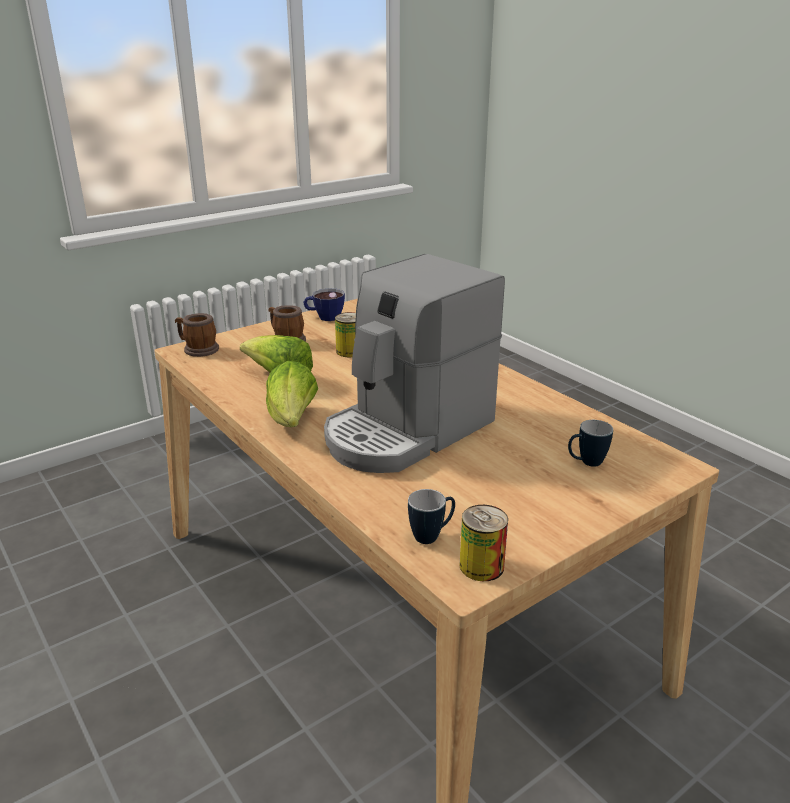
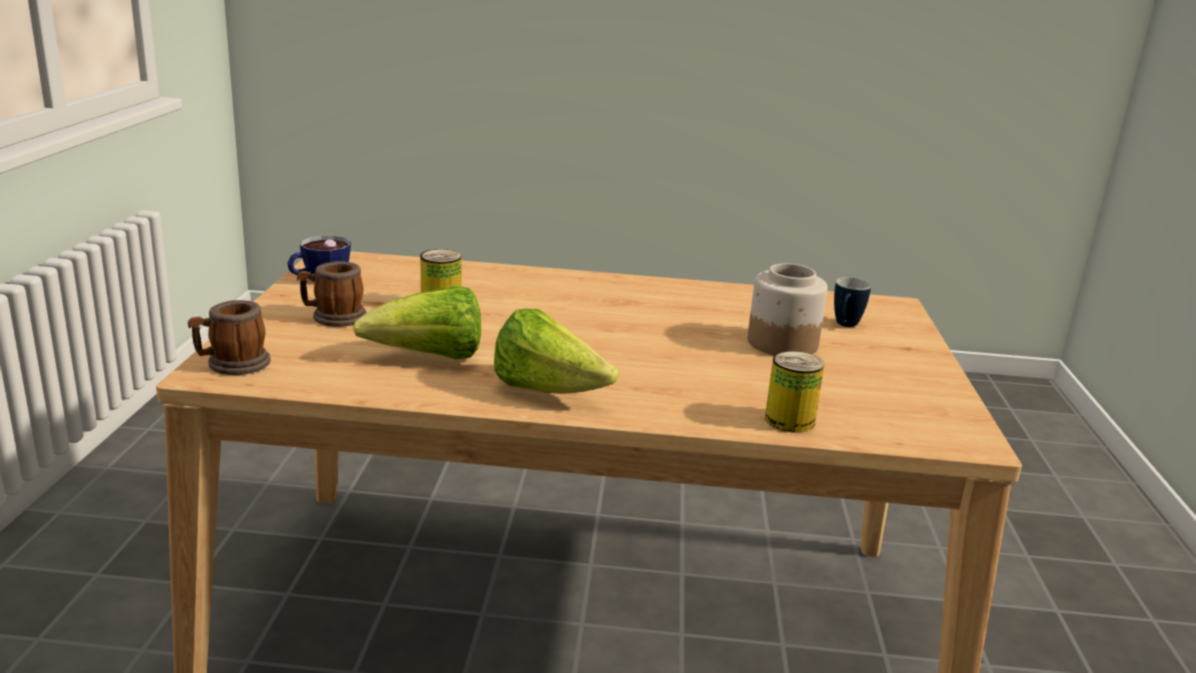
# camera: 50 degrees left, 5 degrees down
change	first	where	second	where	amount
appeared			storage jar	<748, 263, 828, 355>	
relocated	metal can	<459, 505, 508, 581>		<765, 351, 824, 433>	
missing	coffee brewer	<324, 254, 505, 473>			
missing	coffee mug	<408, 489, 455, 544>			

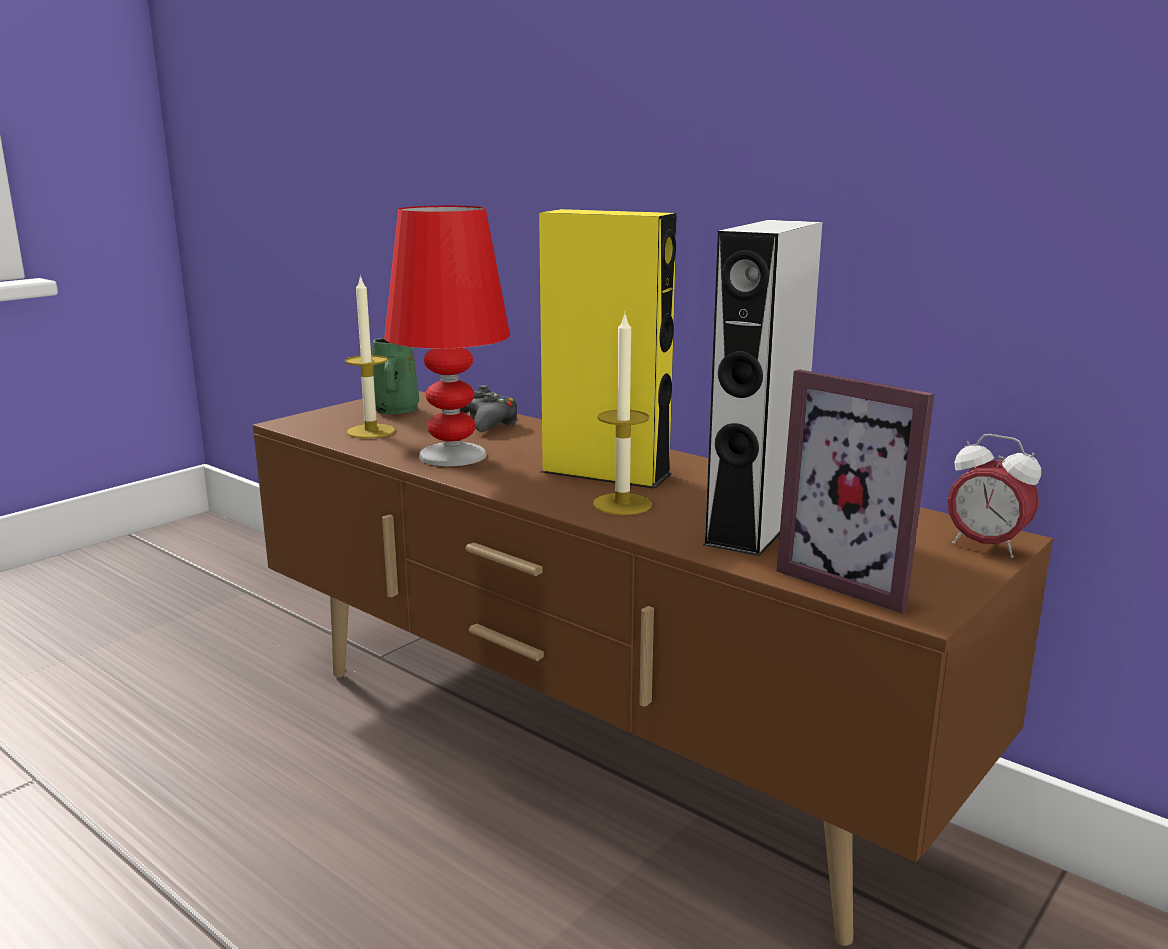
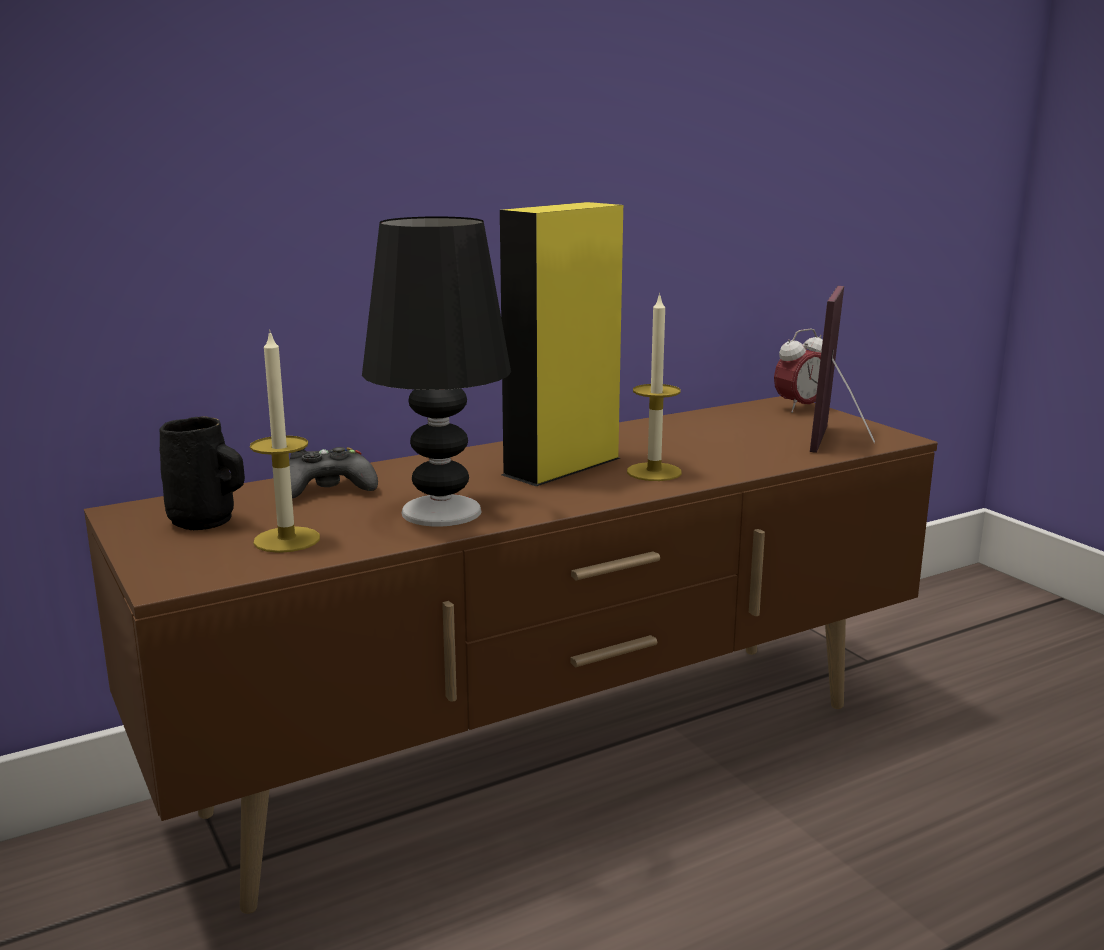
# camera: 70 degrees left, 0 degrees up
change	first	where	second	where	amount
colour	green coffee mug	<372, 338, 419, 414>	black coffee mug	<159, 416, 245, 530>	
colour	reddish table lamp	<384, 206, 510, 466>	black table lamp	<362, 216, 511, 527>	
spun	standing frame	<776, 369, 934, 614>		<810, 286, 875, 453>	135 degrees clockwise
missing	grey speaker	<703, 220, 822, 556>			

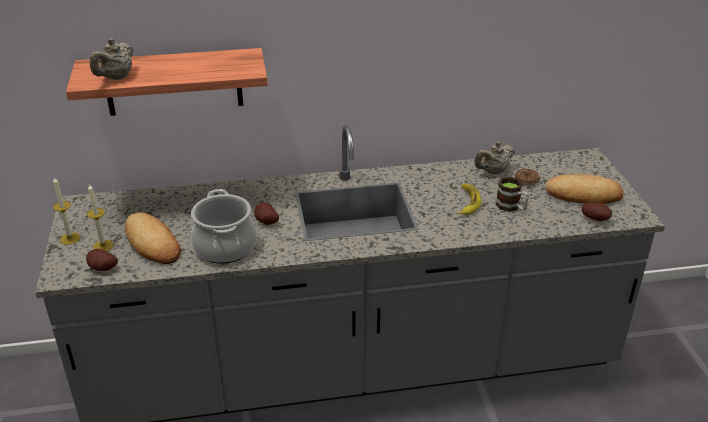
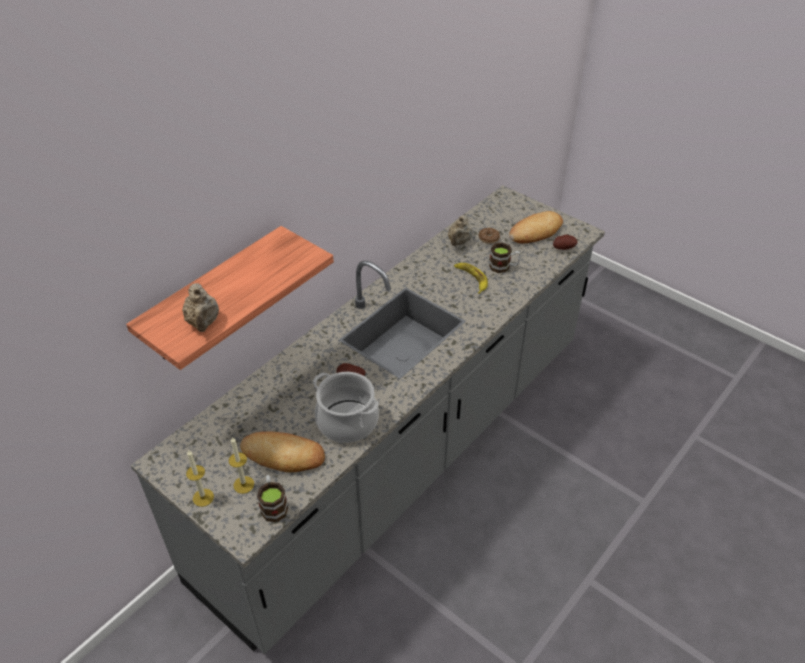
# camera: 40 degrees left, 10 degrees up
change	first	where	second	where	amount
exchanged	spud	<86, 249, 118, 271>	coffee mug	<257, 475, 288, 522>	

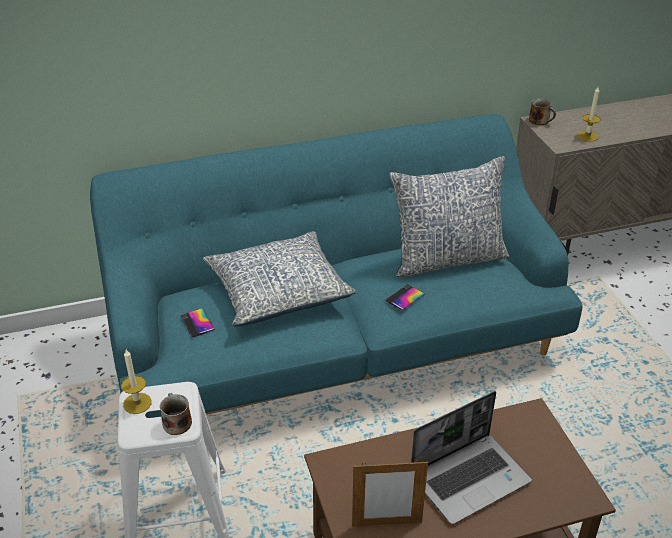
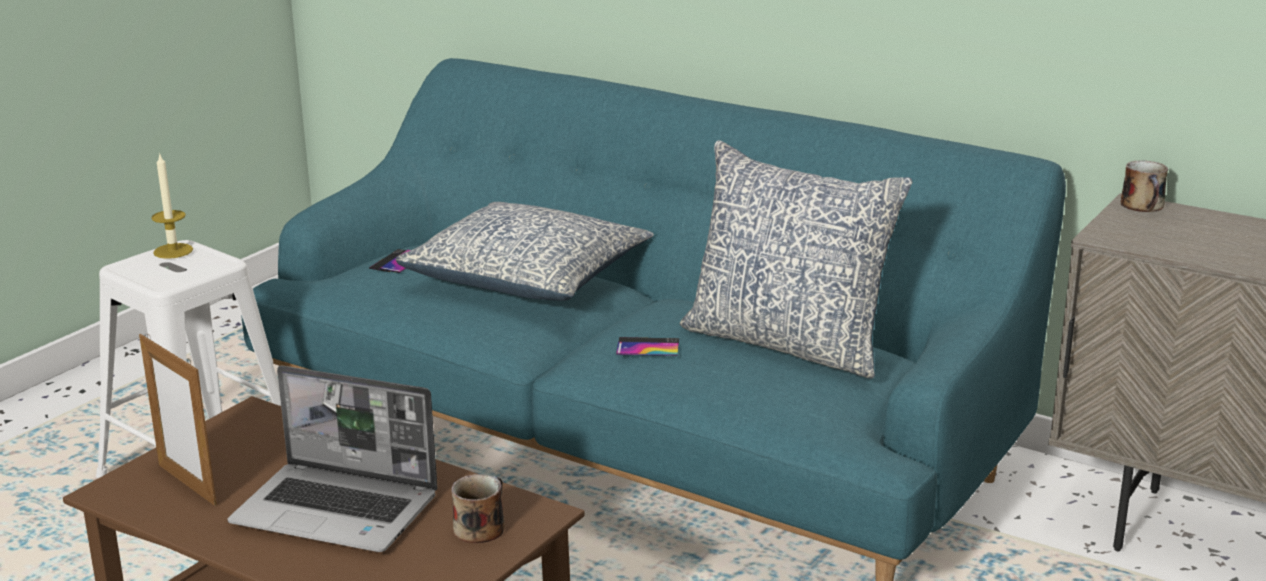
# camera: 50 degrees right, 15 degrees down
change	first	where	second	where	amount
relocated	coffee mug	<160, 393, 192, 435>		<451, 474, 505, 543>	
missing	wax candle	<577, 87, 601, 142>			

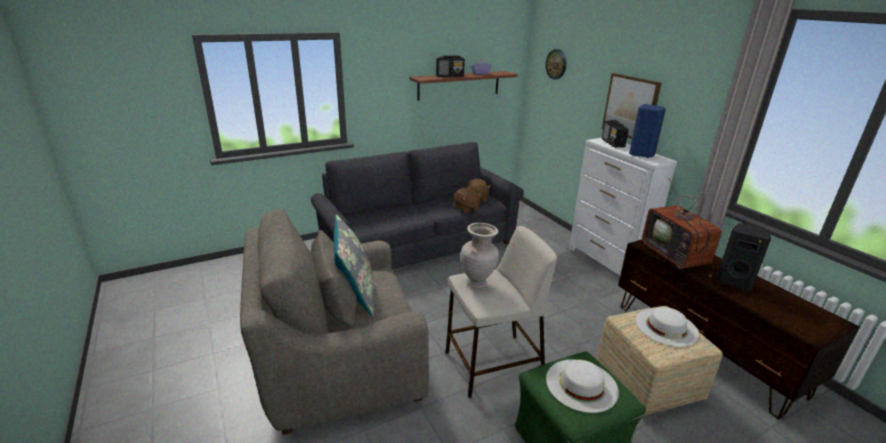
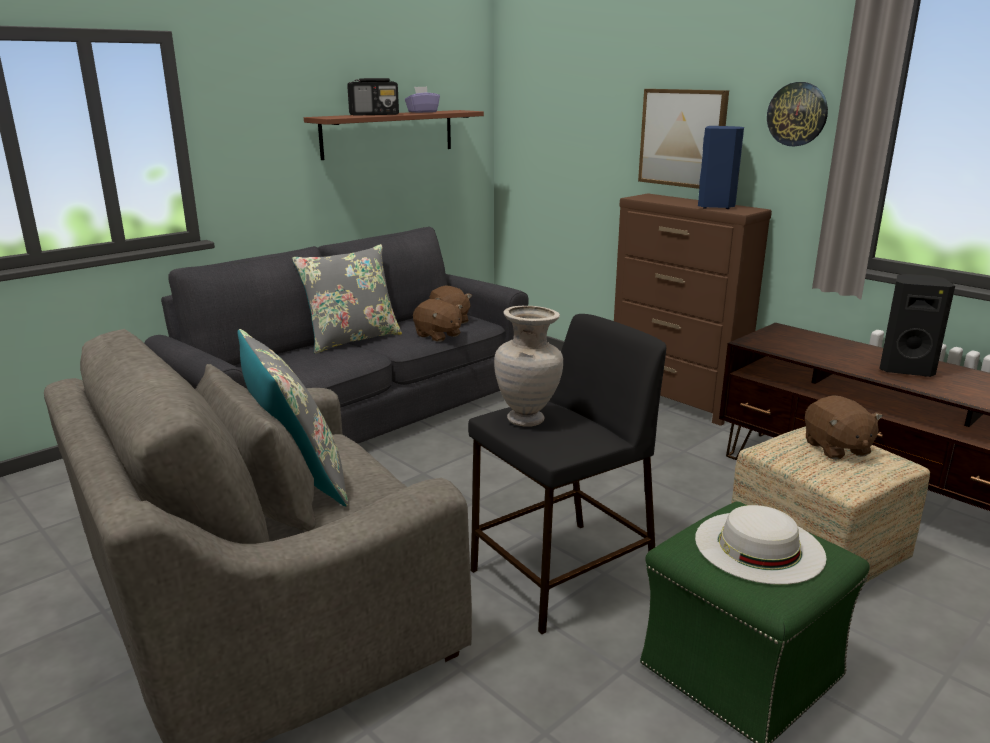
# camera: 15 degrees left, 5 degrees down
change	first	where	second	where	amount
appeared			grey pillow	<292, 244, 402, 354>	
colour	beige-coloured stool	<446, 226, 557, 398>	black stool	<468, 314, 666, 634>	
colour	whitish chest of drawers	<569, 138, 677, 275>	brown-coloured chest of drawers	<614, 194, 772, 426>	
relocated	hanging clock	<545, 49, 566, 80>		<767, 82, 828, 146>	
exchanged	whitish clothing hat	<636, 307, 699, 347>	brown-coloured cuddly toy	<805, 395, 883, 460>	
missing	radio receiver	<602, 120, 629, 148>			
missing	TV set	<642, 178, 722, 277>			

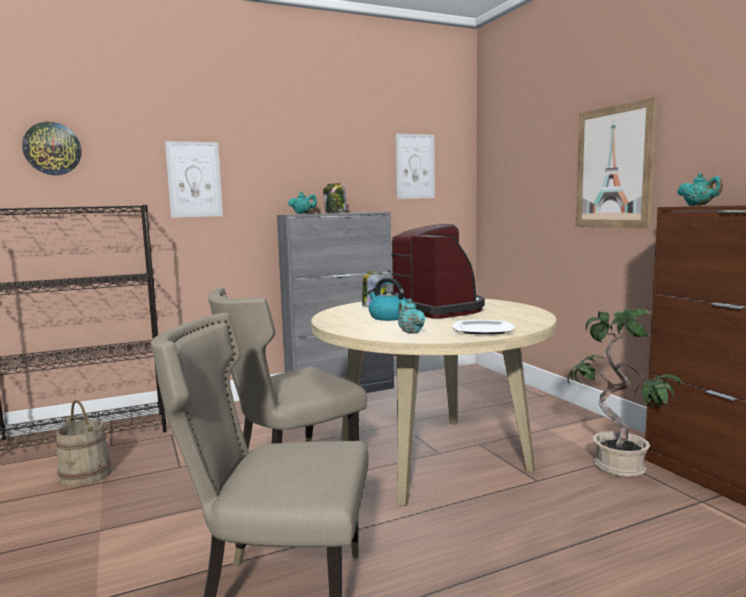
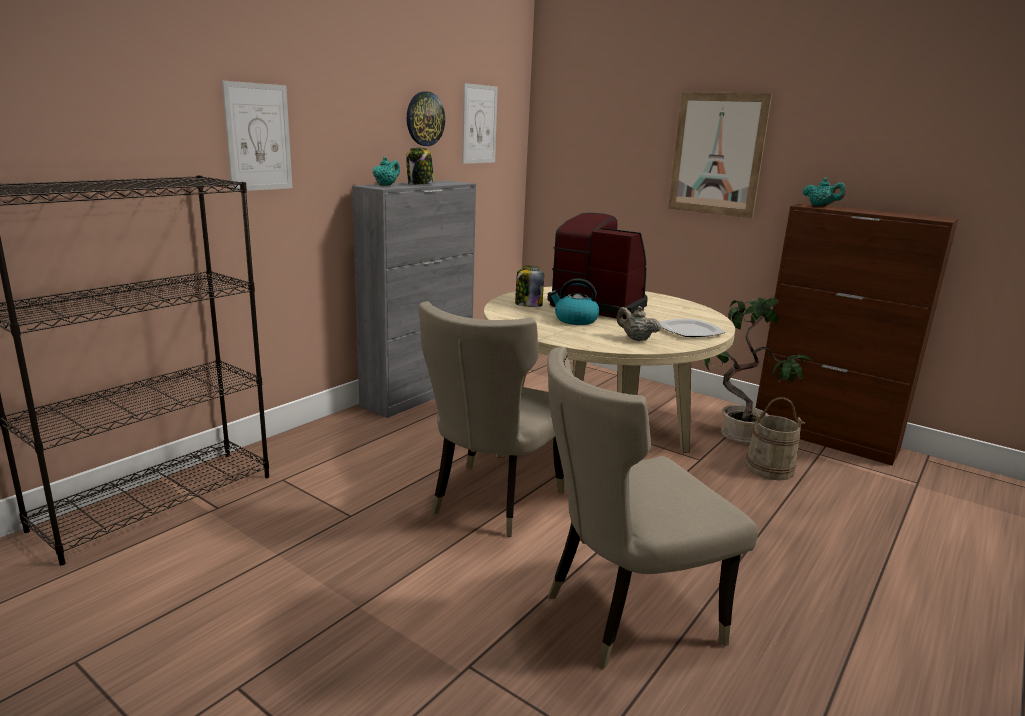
# camera: 30 degrees left, 10 degrees up
change	first	where	second	where	amount
relocated	hanging clock	<22, 122, 82, 175>		<407, 91, 445, 146>	
colour	turquoise-coloured teapot	<398, 298, 425, 333>	beige-coloured teapot	<616, 306, 661, 341>	
relocated	beige-coloured pail	<56, 400, 111, 487>		<745, 397, 805, 480>	

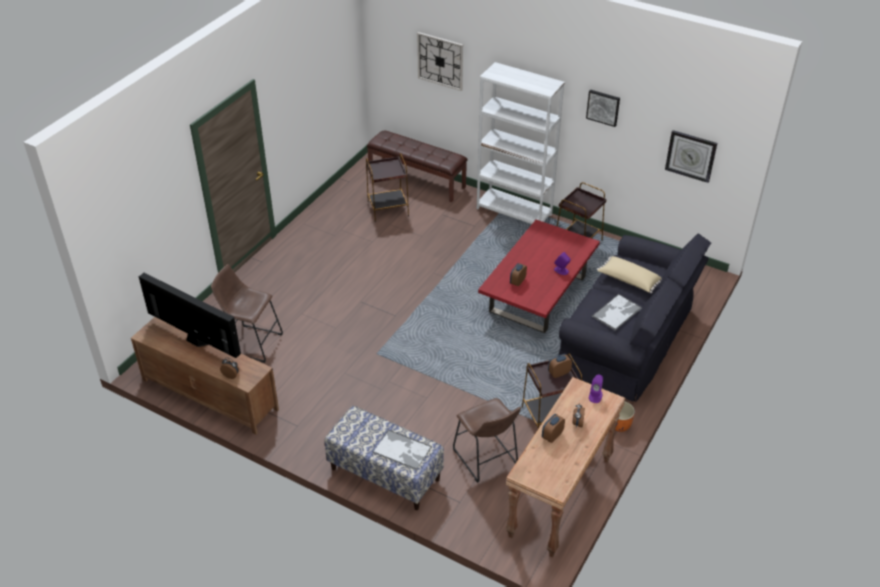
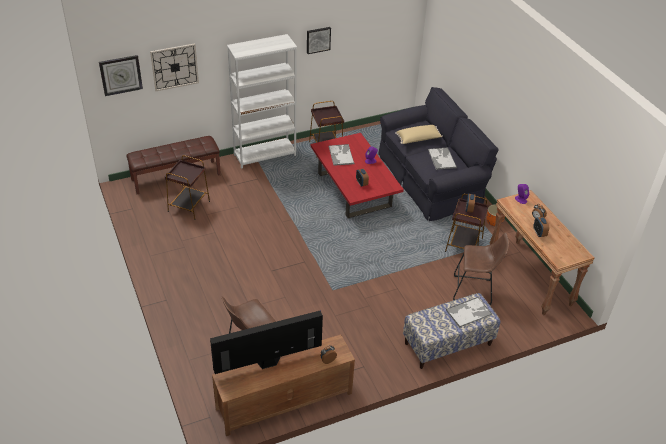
# camera: 55 degrees left, 0 degrees up
change	first	where	second	where	amount
relocated	hanging clock	<665, 130, 717, 183>		<99, 55, 143, 96>	
appeared			carrying tray	<329, 144, 354, 166>	

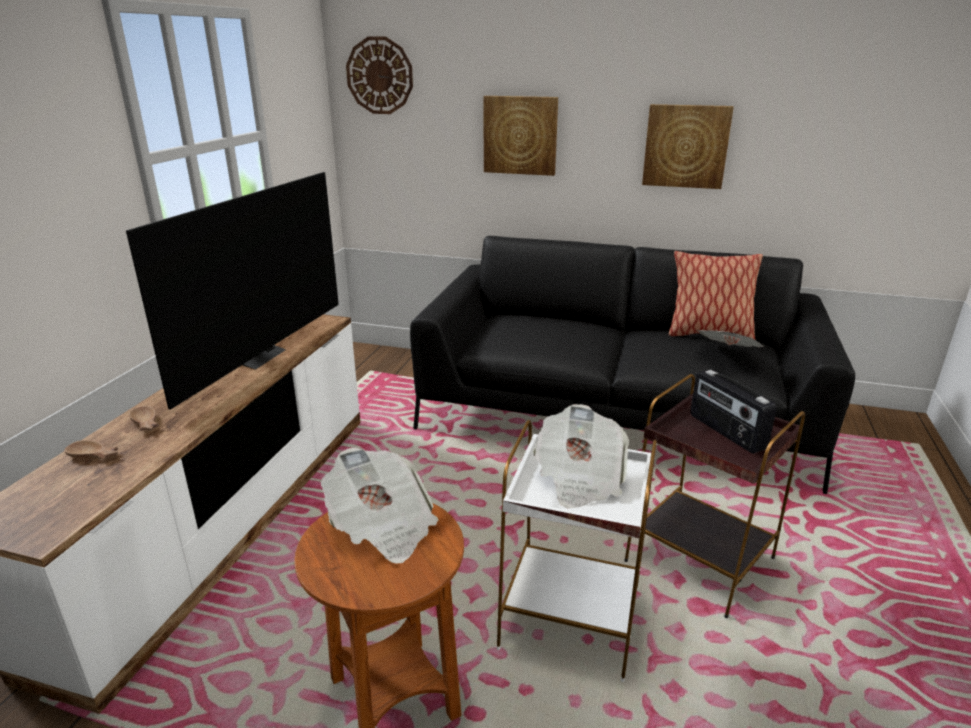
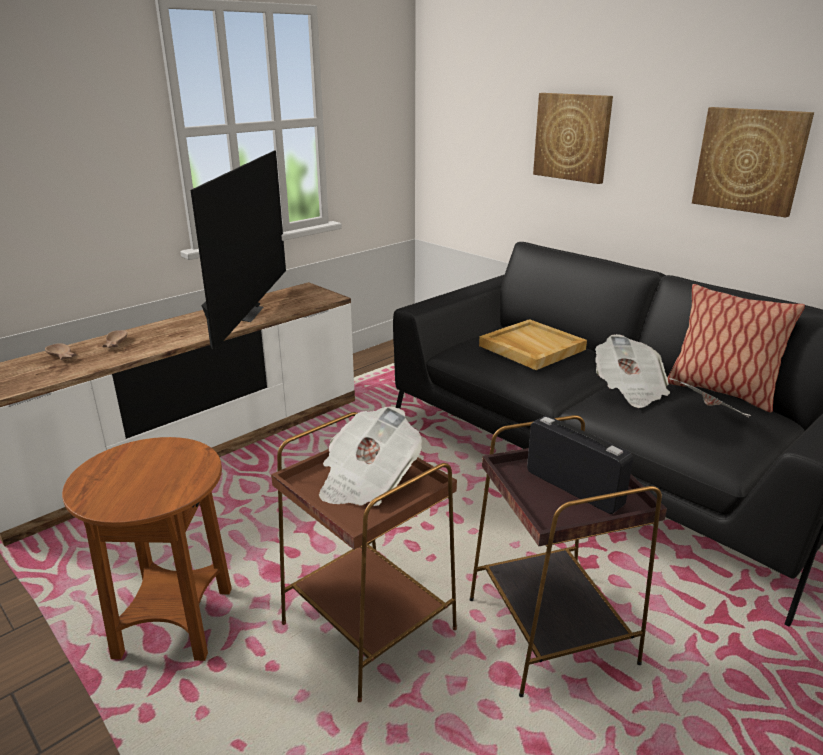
# camera: 30 degrees right, 0 degrees up
change	first	where	second	where	amount
spun	TV set	<126, 172, 339, 410>		<191, 150, 286, 350>	45 degrees counterclockwise
colour	whitish side table	<497, 420, 657, 682>	brown-coloured side table	<271, 412, 457, 702>	
appeared			beige-coloured carrying tray	<479, 319, 587, 370>	
spun	radio receiver	<690, 369, 777, 454>		<527, 416, 633, 514>	135 degrees clockwise
relocated	printed paper	<321, 447, 438, 563>		<595, 334, 670, 408>	
missing	hanging clock	<346, 37, 413, 114>			

